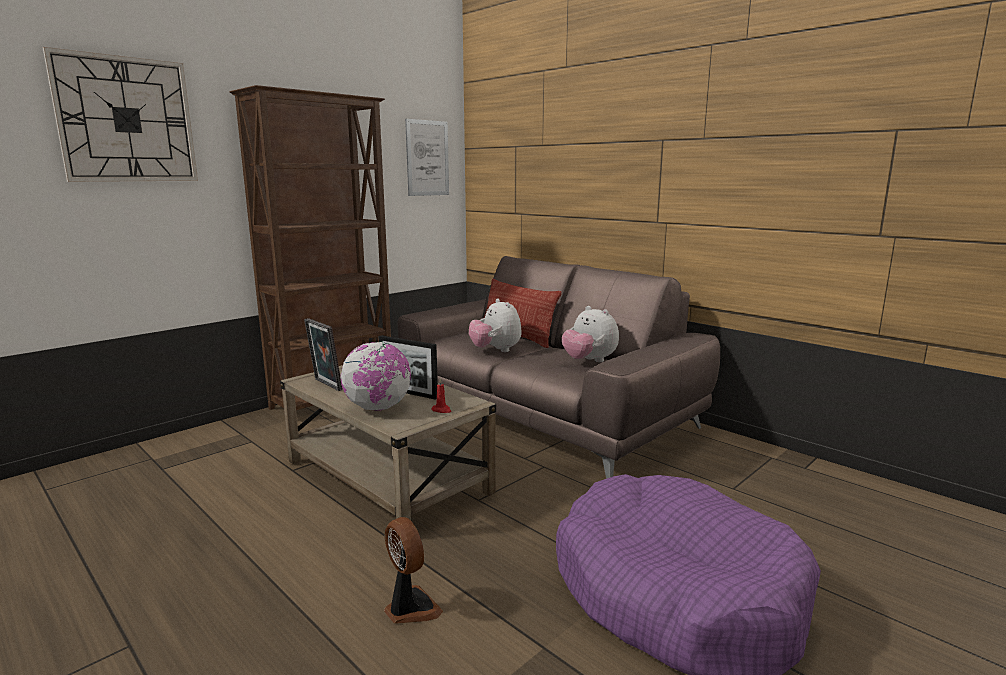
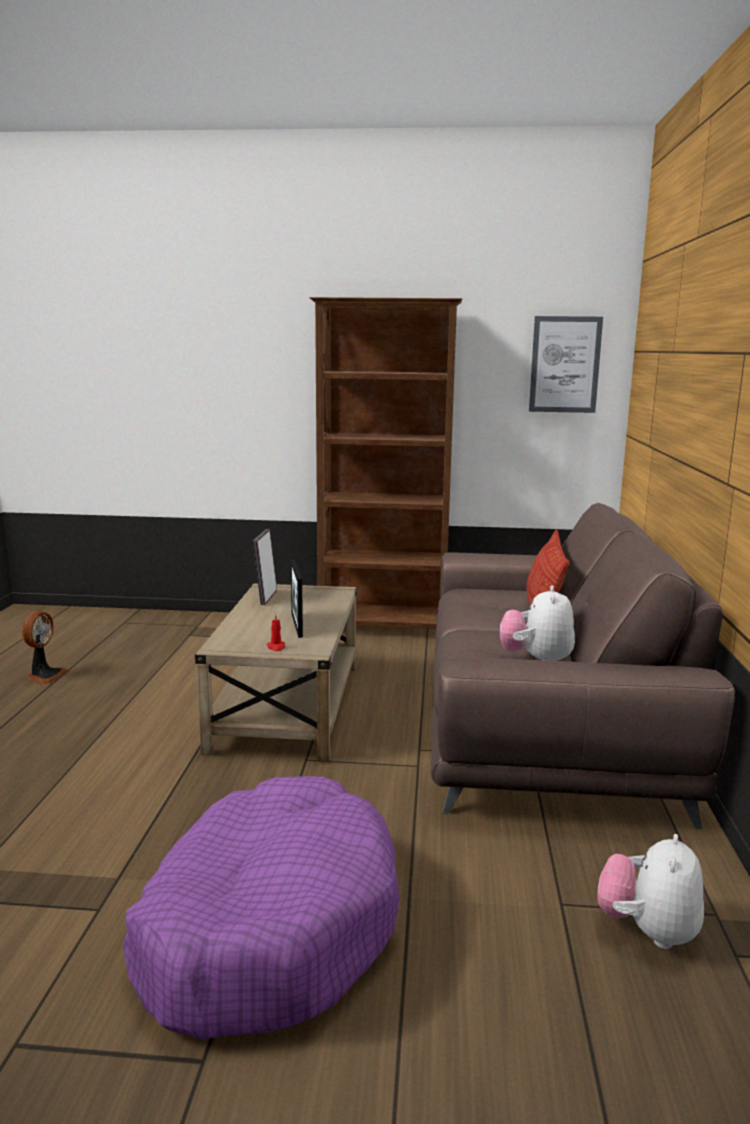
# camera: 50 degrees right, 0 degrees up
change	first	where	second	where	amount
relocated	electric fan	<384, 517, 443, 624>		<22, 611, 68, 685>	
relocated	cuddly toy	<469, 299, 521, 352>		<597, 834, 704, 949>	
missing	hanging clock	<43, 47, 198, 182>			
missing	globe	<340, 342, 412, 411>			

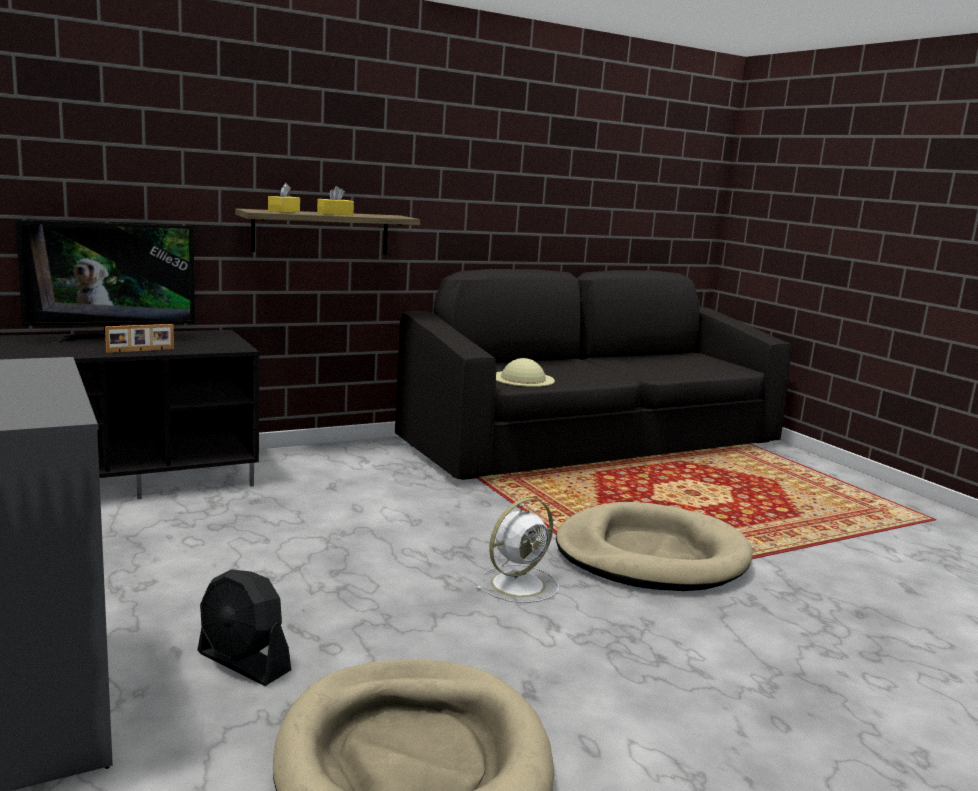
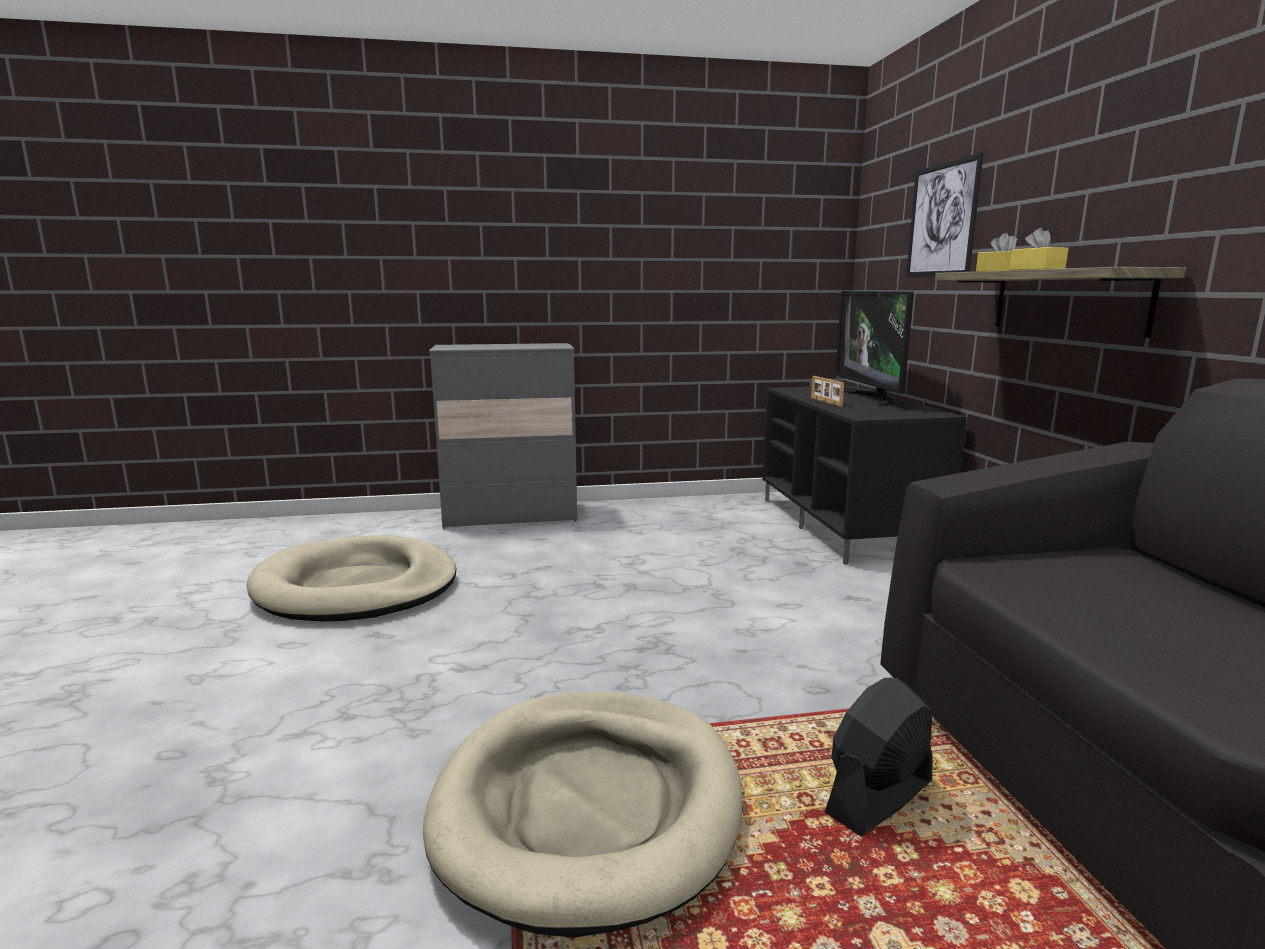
# camera: 110 degrees right, 0 degrees up
change	first	where	second	where	amount
relocated	black electric fan	<197, 569, 291, 686>		<825, 678, 933, 837>	
appeared			wall picture	<906, 152, 983, 277>	
missing	whitish electric fan	<476, 498, 559, 603>			
missing	beige-coloured clothing hat	<496, 358, 555, 387>			

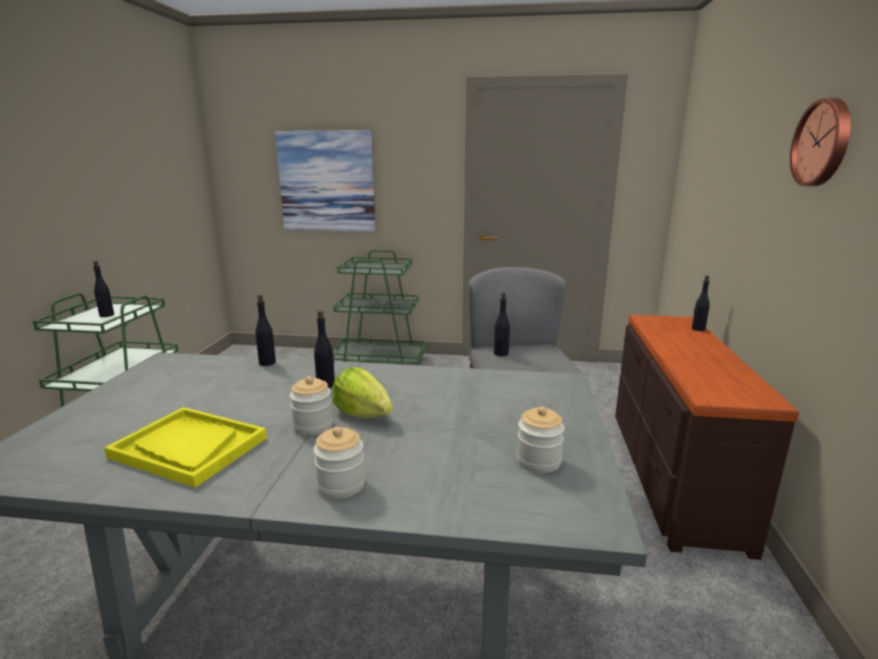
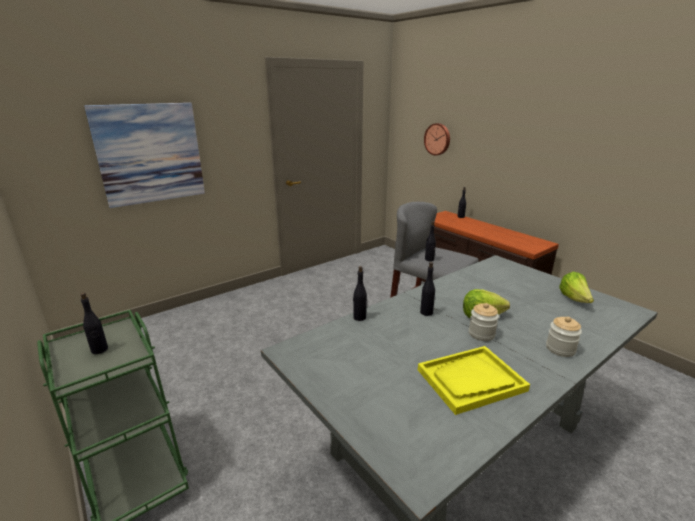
# camera: 45 degrees left, 5 degrees up
change	first	where	second	where	amount
relocated	hanging clock	<790, 98, 851, 186>		<424, 123, 450, 155>	
exchanged	storage jar	<517, 406, 565, 473>	lettuce	<559, 272, 594, 303>	
missing	green cart	<333, 250, 427, 365>			

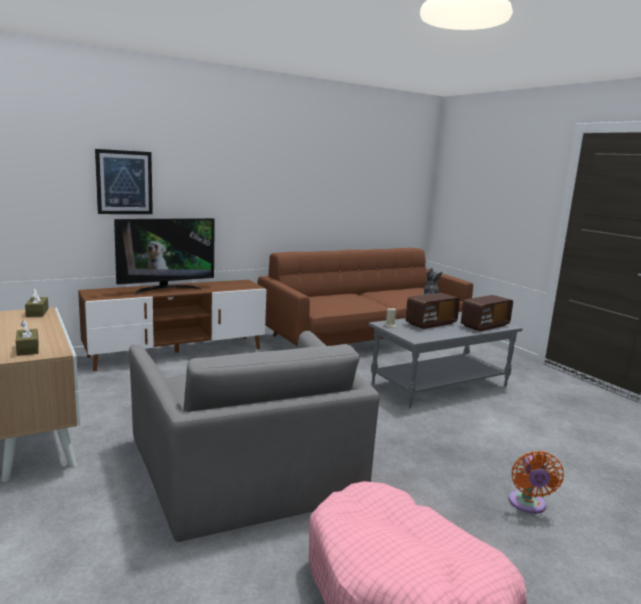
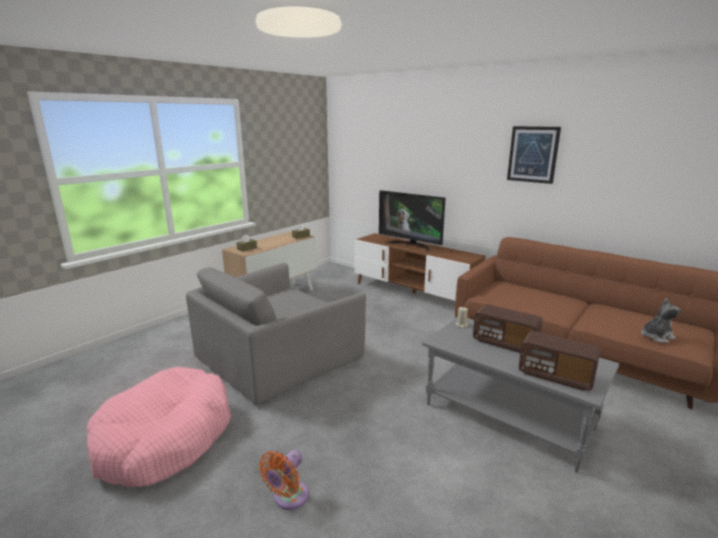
# camera: 70 degrees right, 5 degrees up
change	first	where	second	where	amount
spun	orangey electric fan	<509, 451, 564, 514>		<259, 450, 309, 510>	45 degrees counterclockwise
relocated	wall picture	<95, 149, 153, 214>		<507, 126, 561, 184>	

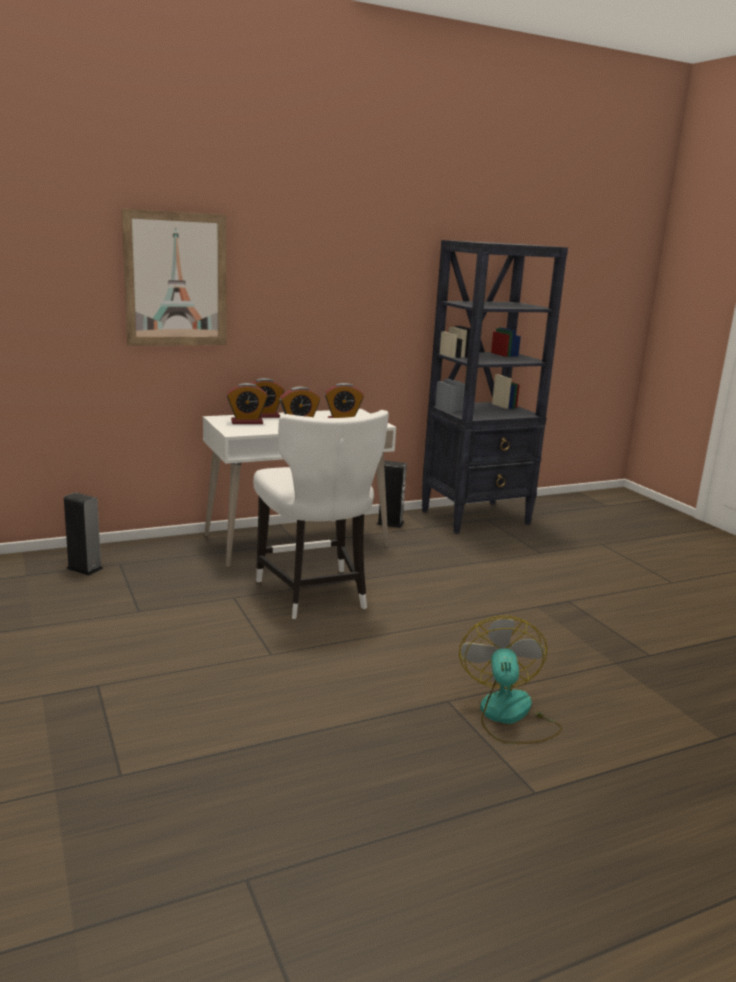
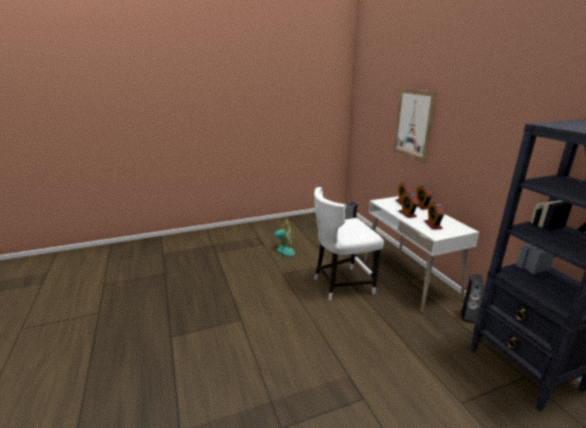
# camera: 95 degrees right, 5 degrees up
change	first	where	second	where	amount
relocated	electric fan	<459, 616, 563, 744>		<266, 218, 295, 260>	

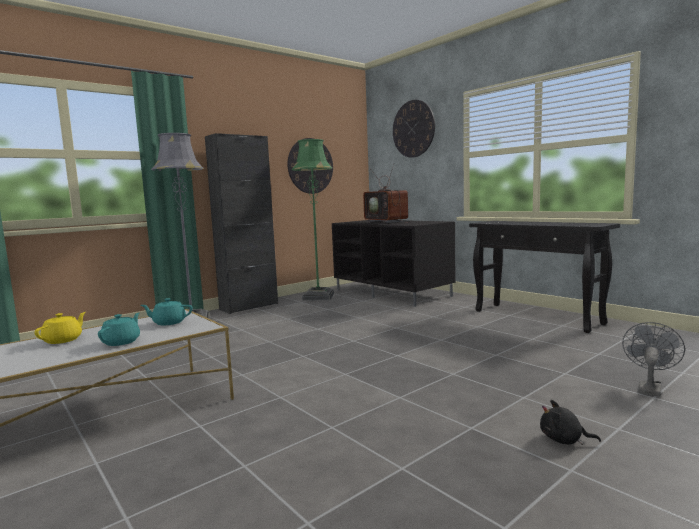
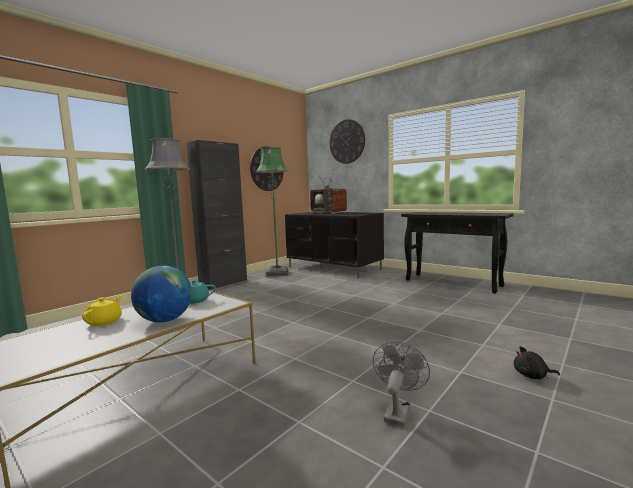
# camera: 10 degrees left, 0 degrees up
change	first	where	second	where	amount
exchanged	turquoise-coloured teapot	<98, 313, 140, 346>	globe	<131, 266, 192, 323>	
relocated	grey electric fan	<622, 322, 685, 397>		<373, 342, 430, 427>	

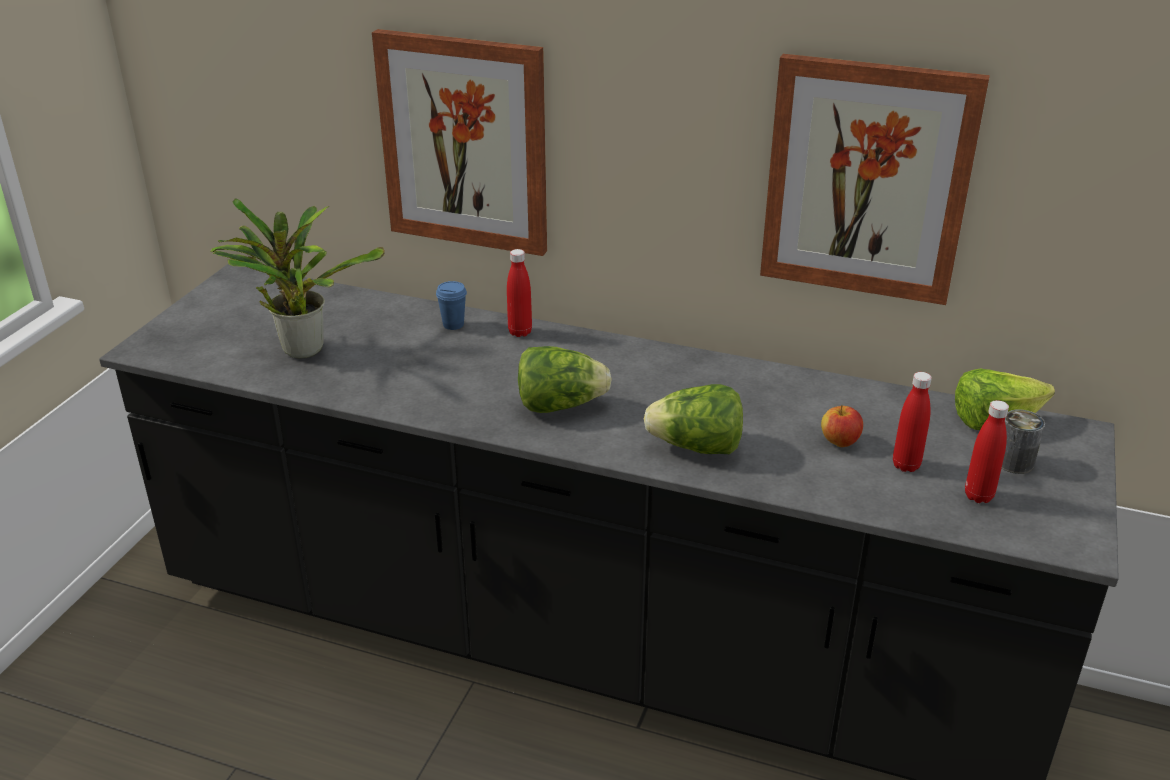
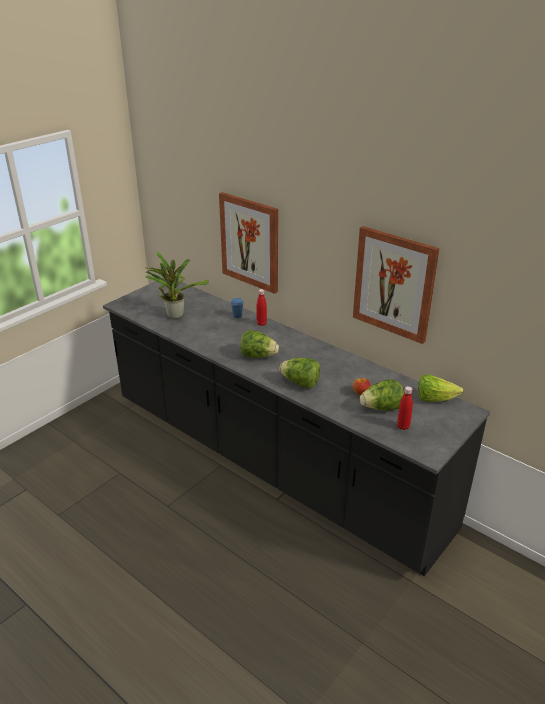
# camera: 20 degrees right, 0 degrees up
change	first	where	second	where	amount
exchanged	reddish bottle	<893, 372, 932, 472>	lettuce	<360, 379, 404, 411>	
missing	metal can	<1002, 409, 1045, 474>			

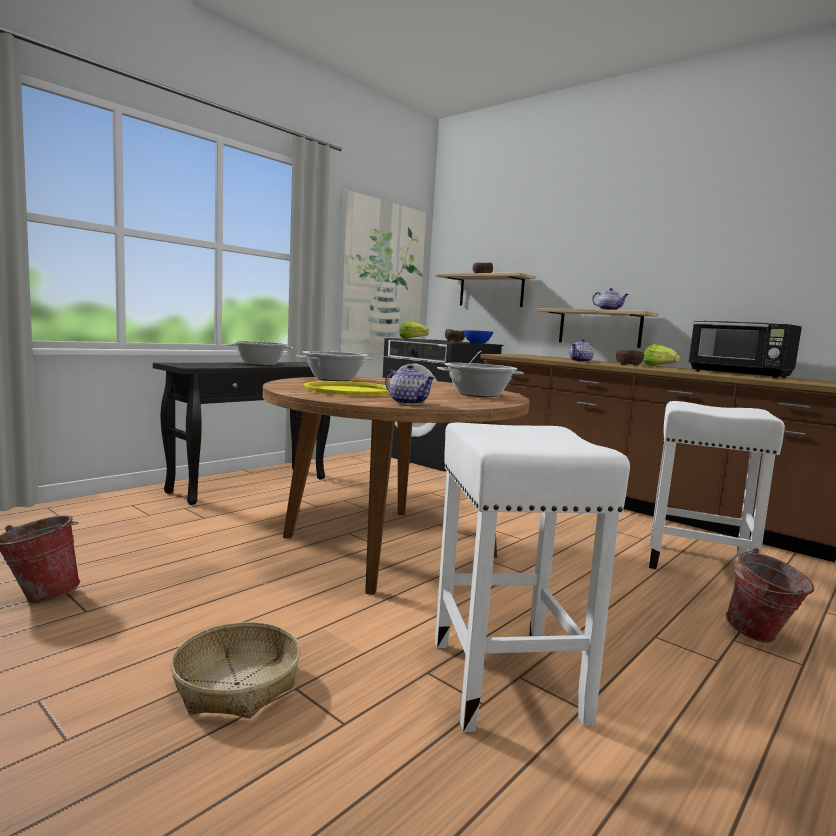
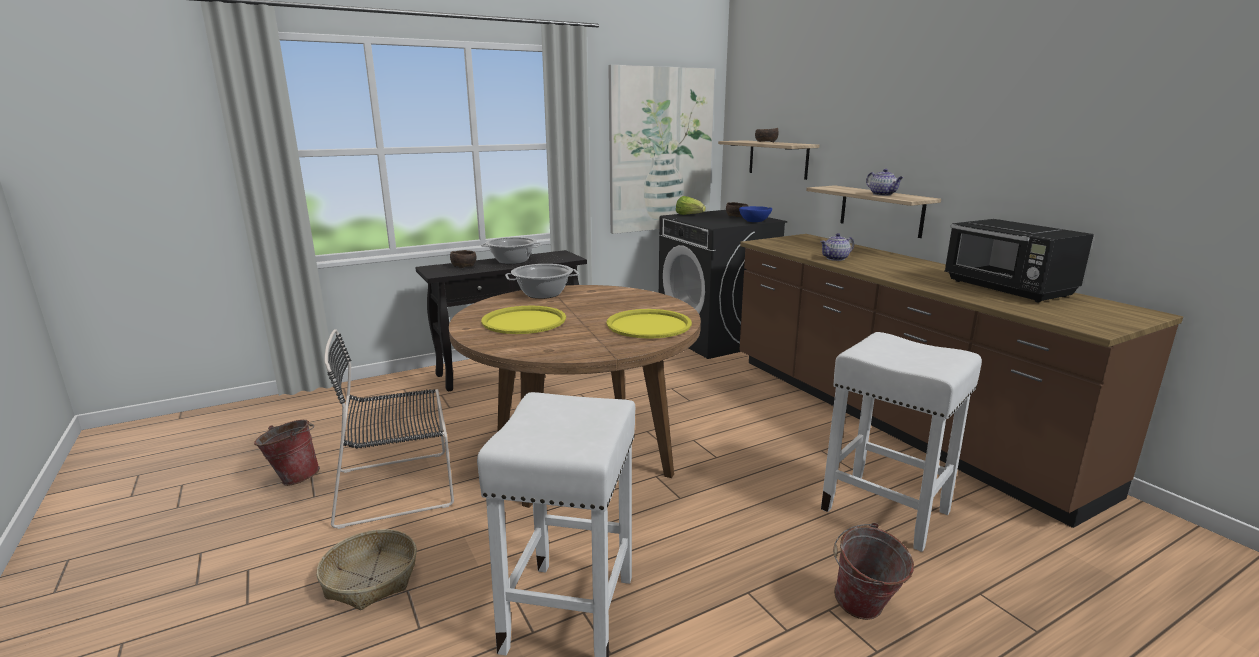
# camera: 20 degrees right, 10 degrees up
change	first	where	second	where	amount
appeared			black chair	<324, 329, 454, 529>	
relocated	brown-coloured serving bowl	<616, 350, 644, 366>		<450, 250, 476, 268>	
exchanged	cooking pot	<437, 363, 524, 397>	yellowish carrying tray	<606, 309, 692, 339>	
missing	teapot	<385, 364, 436, 405>			
missing	lettuce	<643, 344, 680, 366>			

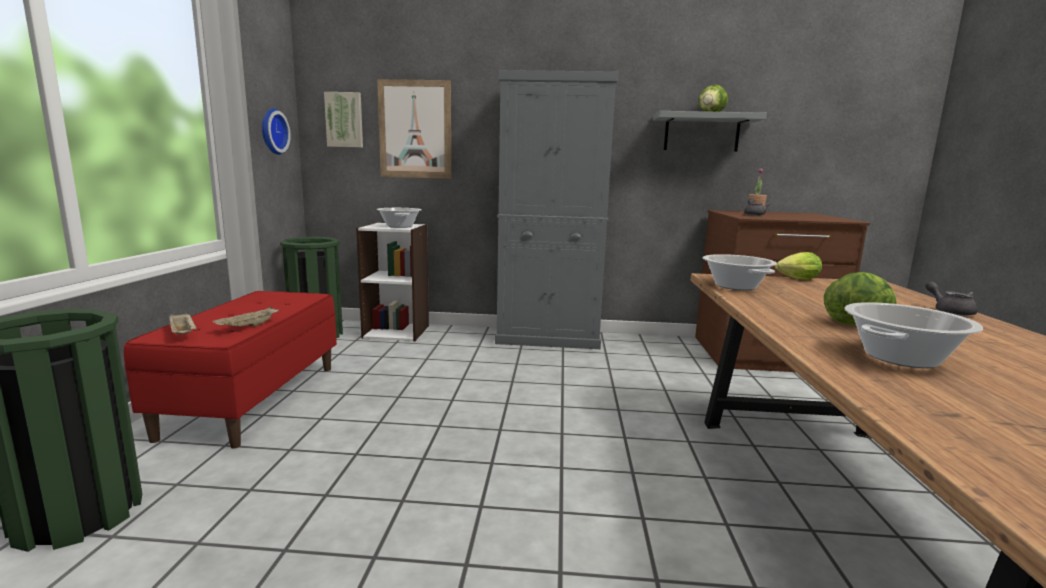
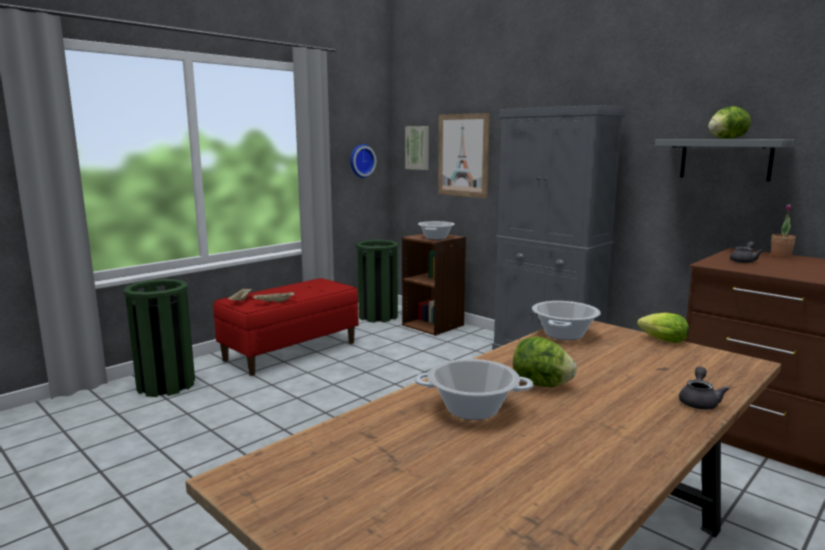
# camera: 40 degrees right, 0 degrees up
change	first	where	second	where	amount
colour	whitish shelving unit	<356, 223, 429, 341>	brown-coloured shelving unit	<402, 233, 466, 336>	

